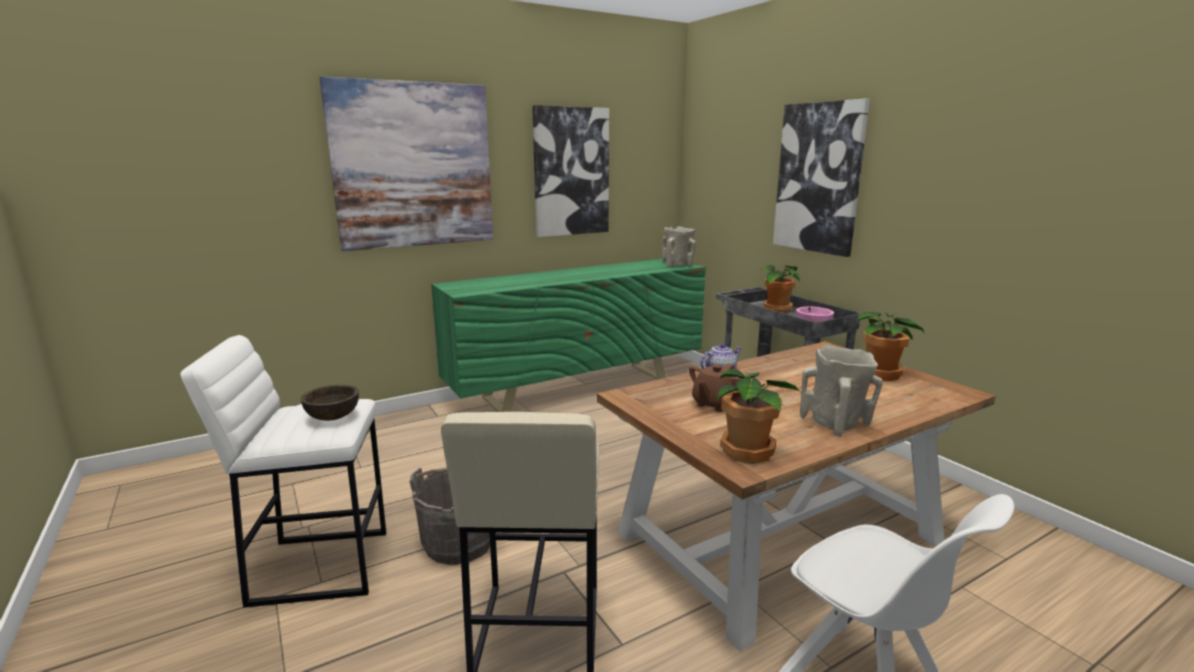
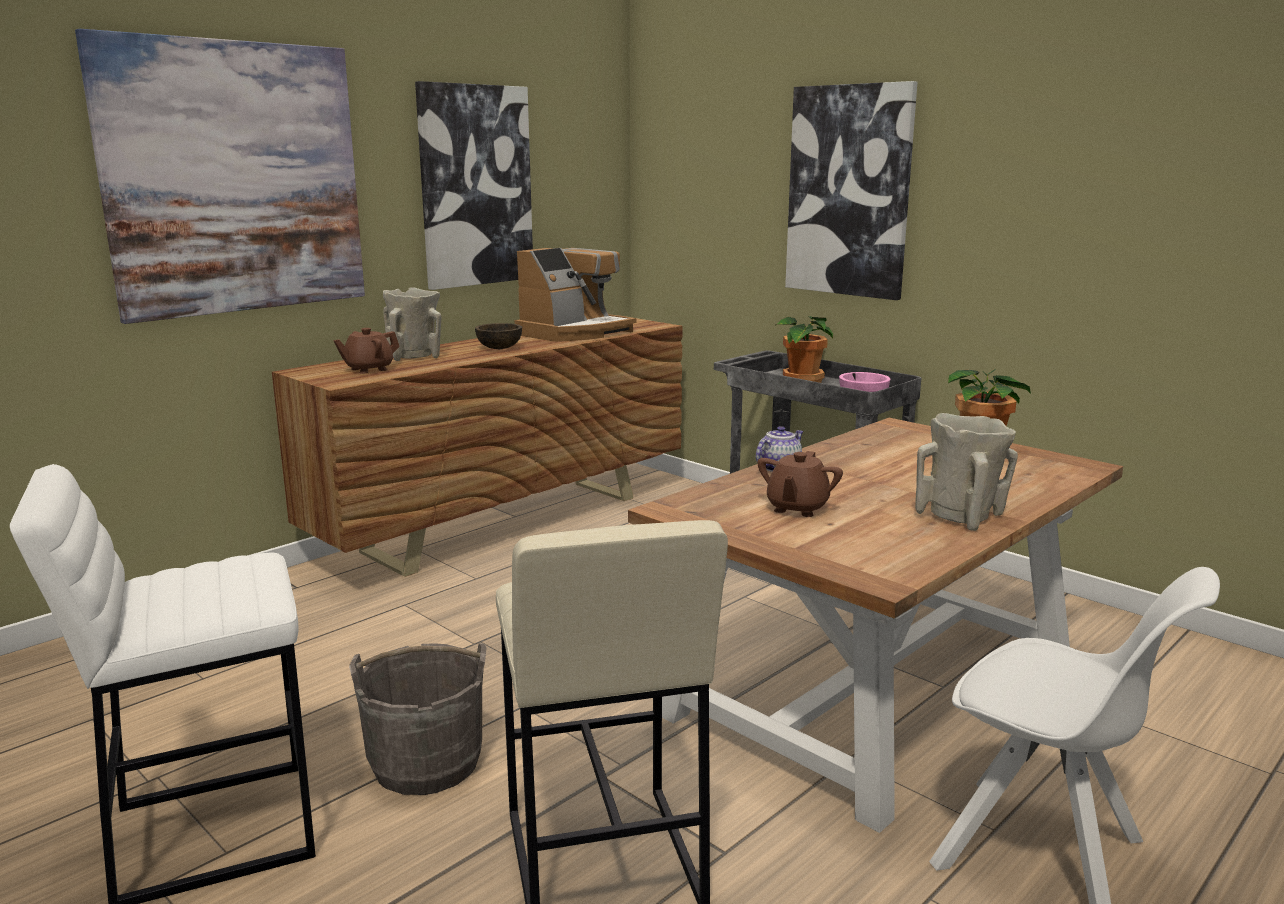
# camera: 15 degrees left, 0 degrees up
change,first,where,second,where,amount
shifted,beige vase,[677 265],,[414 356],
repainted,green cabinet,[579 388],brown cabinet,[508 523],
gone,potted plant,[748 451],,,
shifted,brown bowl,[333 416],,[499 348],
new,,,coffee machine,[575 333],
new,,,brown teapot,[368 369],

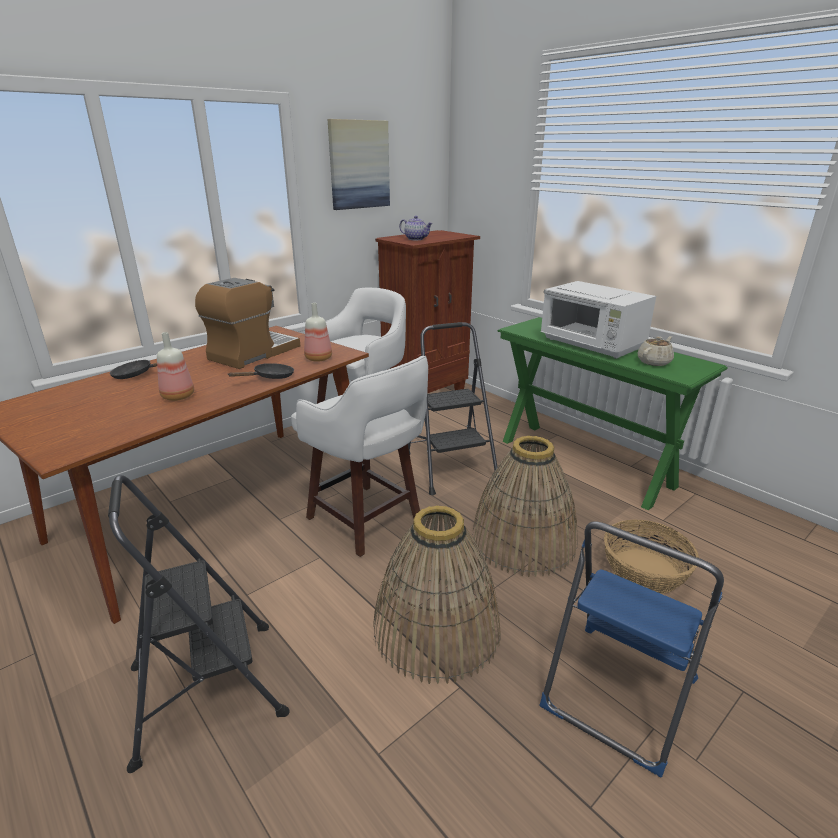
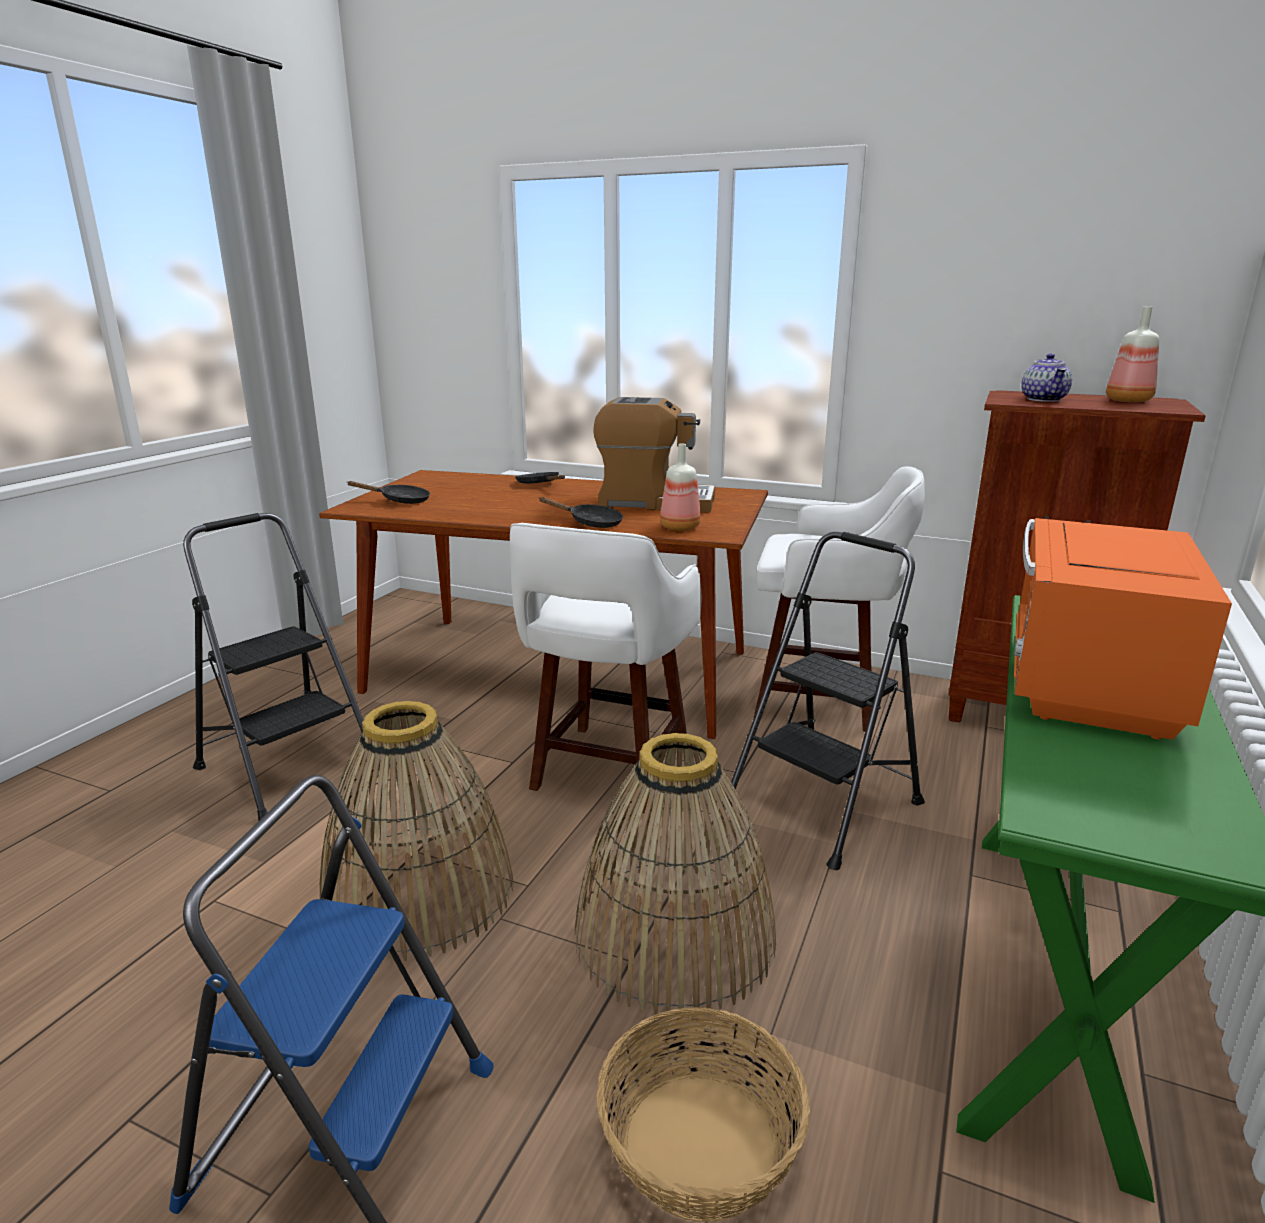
# camera: 65 degrees right, 5 degrees down
change,first,where,second,where,amount
gone,picture,[359 165],,,
repainted,white microwave,[592 345],orange microwave,[1087 684],
shifted,bottle,[179 396],,[1129 401],
gone,beige teapot,[654 362],,,
new,,,black frying pan,[400 501],

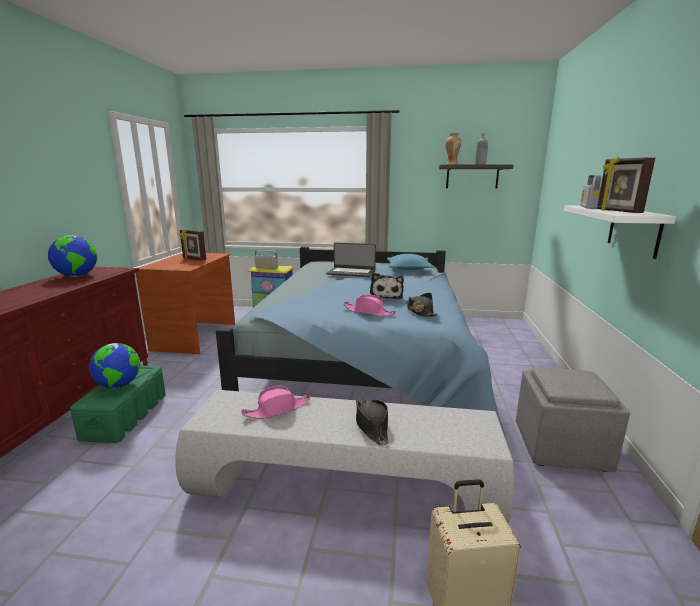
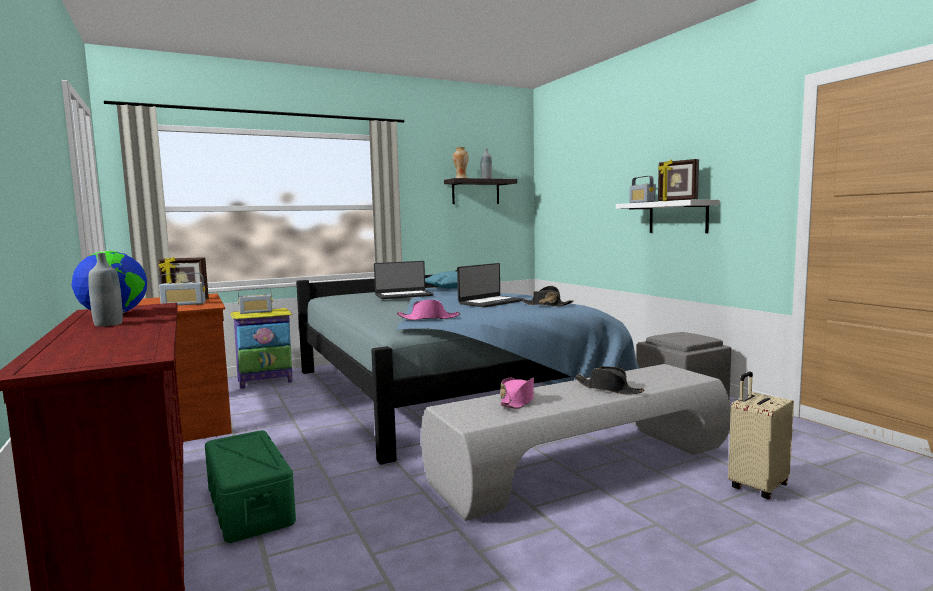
# camera: 35 degrees left, 10 degrees down
change,first,where,second,where,amount
swapped,plush toy,[386 296],laptop,[491 302],
shifted,pink hat,[369 312],,[429 318],
gone,globe,[119 385],,,
new,,,grey bottle,[108 324],
new,,,radio,[183 304],

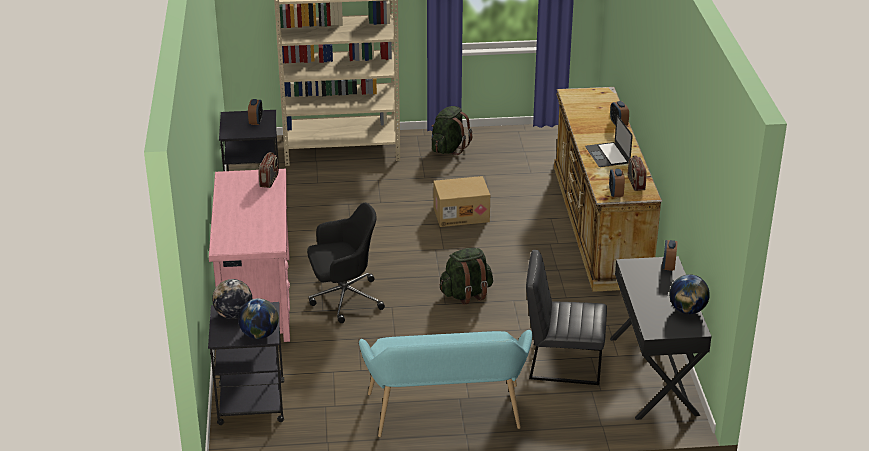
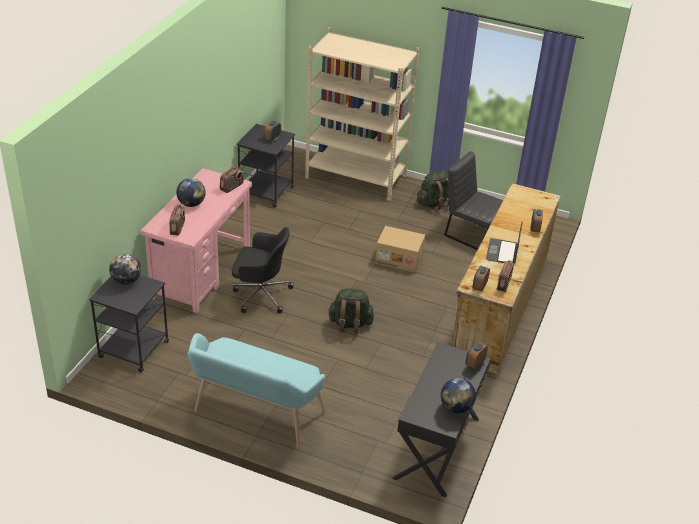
# camera: 25 degrees right, 5 degrees up
change,first,where,second,where,amount
shifted,grey chair,[563 363],,[472 234],
shifted,globe,[259 334],,[191 204],
new,,,radio,[177 228],

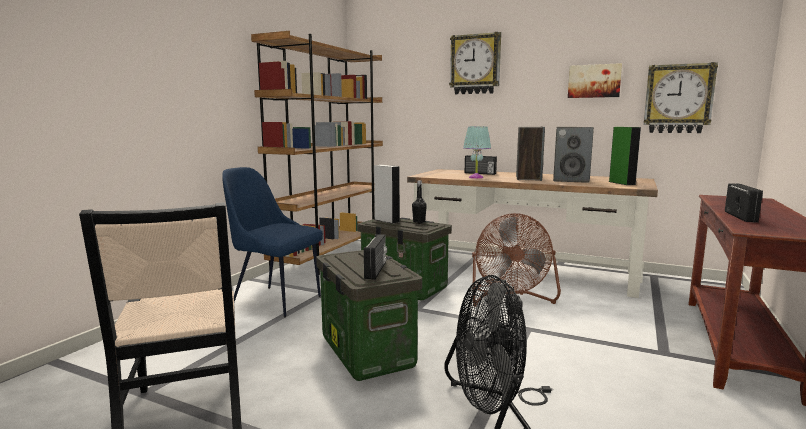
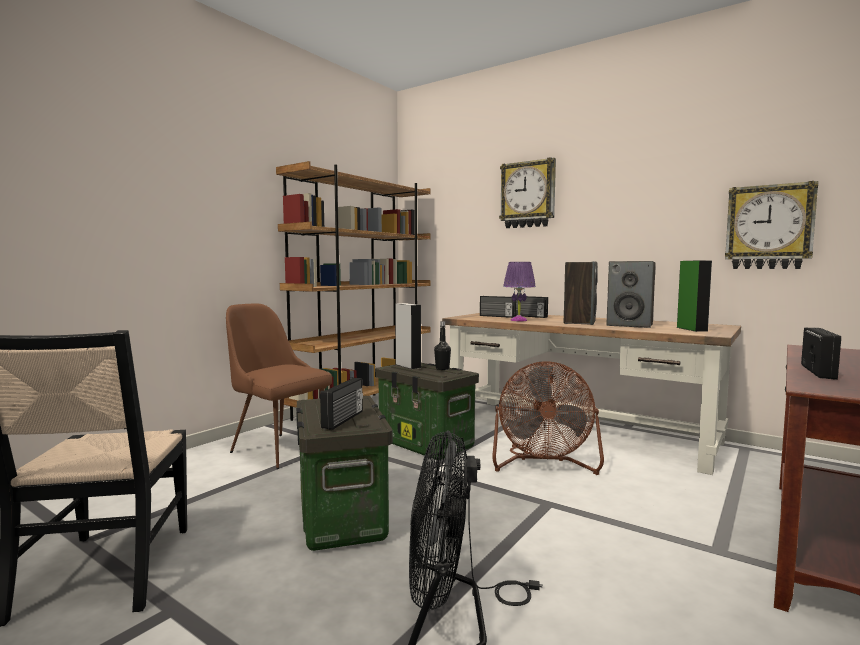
# camera: 10 degrees right, 5 degrees down
change,first,where,second,where,amount
gone,picture,[594 81],,,
repainted,turquoise table lamp,[476 177],purple table lamp,[518 320],
repainted,blue chair,[275 301],brown chair,[278 450],
new,,,radio,[497 316],

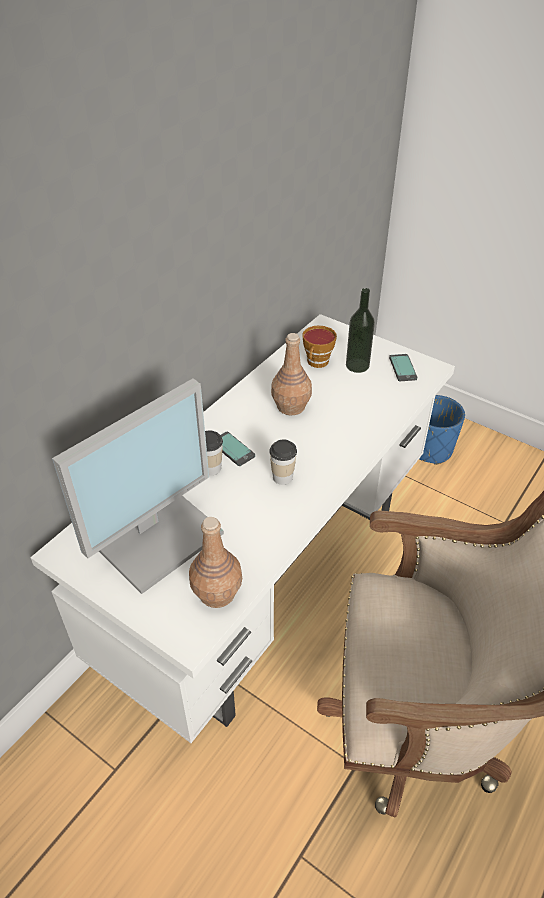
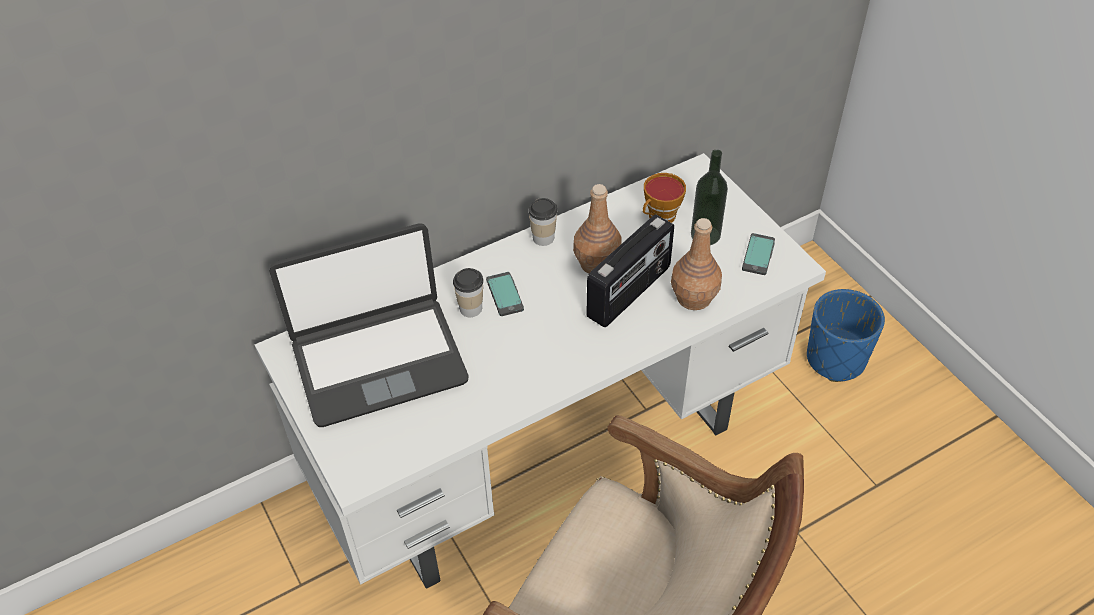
# camera: 25 degrees right, 5 degrees up
change,first,where,second,where,amount
swapped,monitor,[155 533],laptop,[378 361],
shifted,cup,[282 477],,[543 238],
shifted,brown bottle,[217 593],,[693 298],
new,,,radio,[630 293],

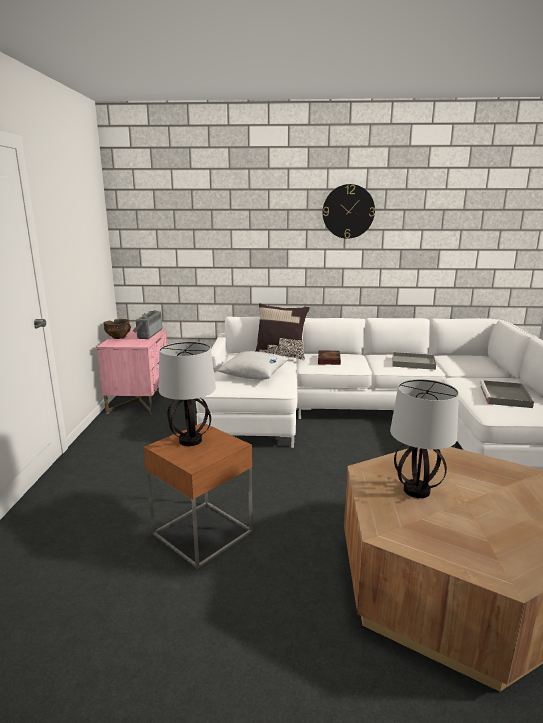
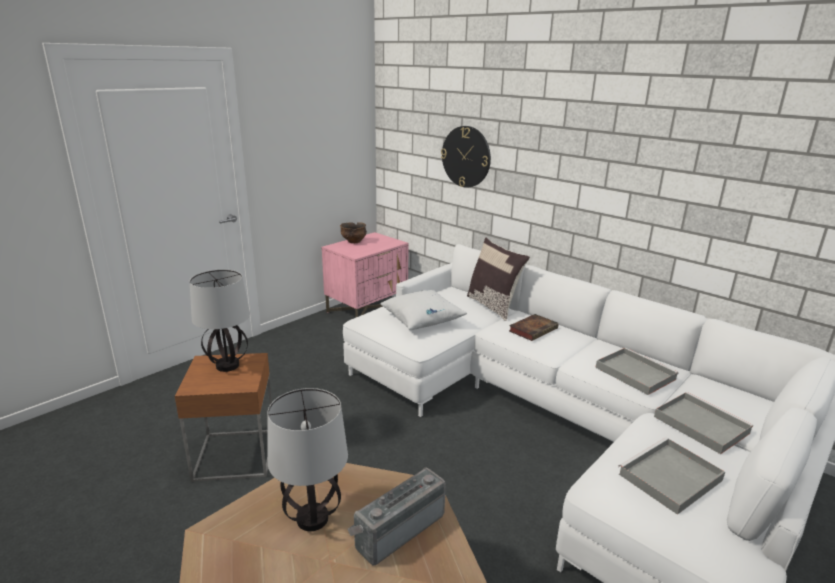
# camera: 40 degrees right, 5 degrees up
change,first,where,second,where,amount
shifted,wall clock,[348 211],,[466 157],
shifted,radio,[148 334],,[397 528],
new,,,grey tray,[699 424],

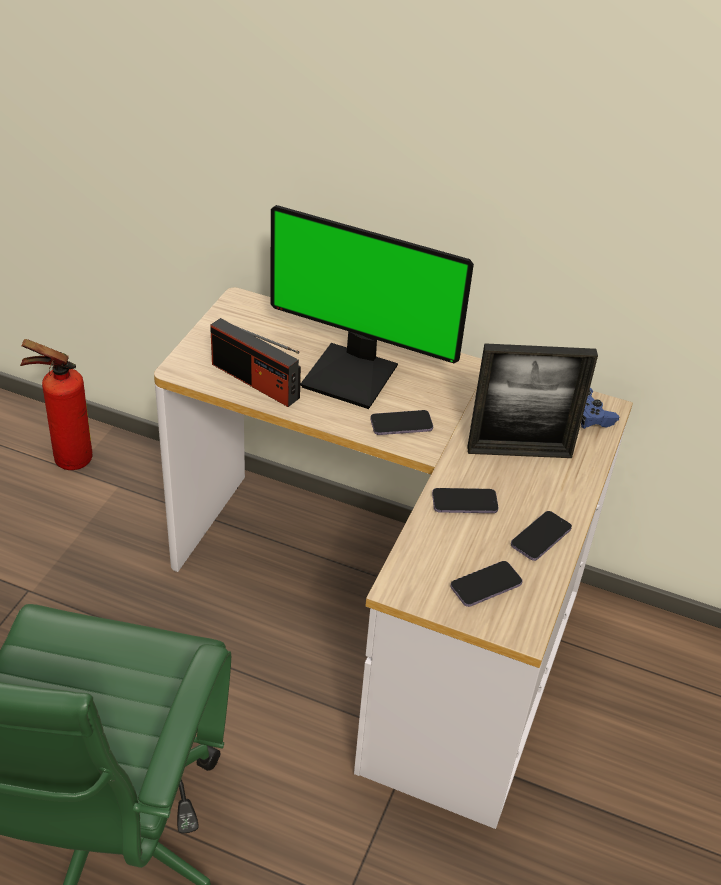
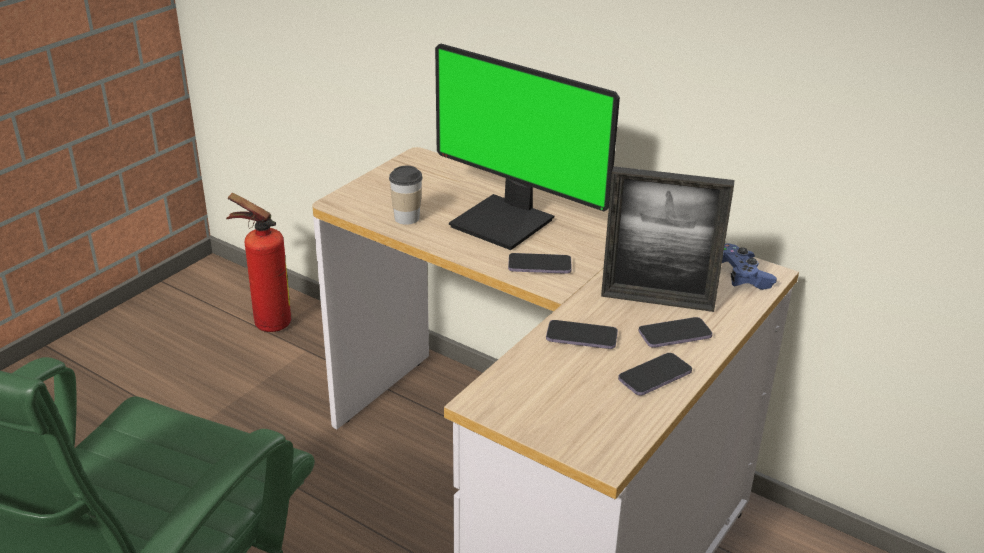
# camera: 15 degrees right, 10 degrees down
change,first,where,second,where,amount
swapped,radio,[255 381],cup,[407 218],
shifted,phone,[486 585],,[674 335],

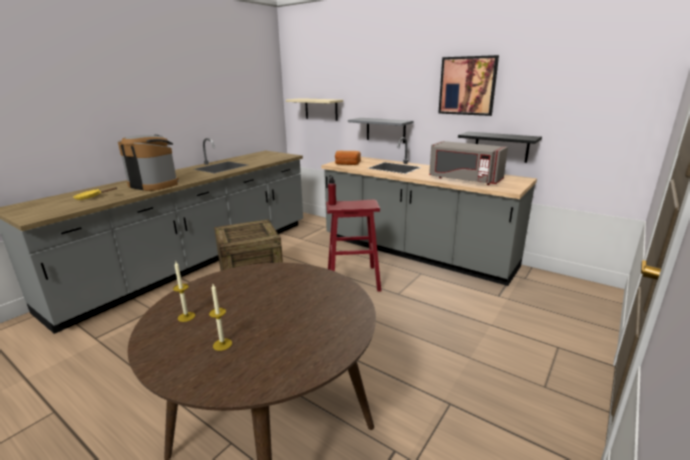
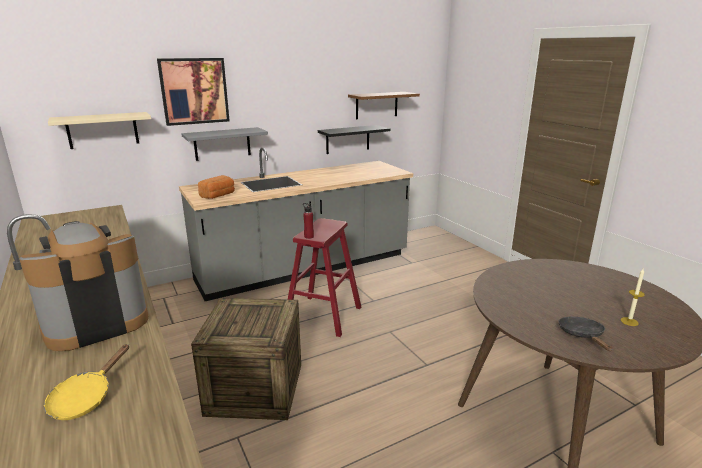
# camera: 65 degrees left, 0 degrees up
change,first,where,second,where,amount
shifted,picture,[467 86],,[194 91],
gone,grey microwave,[464 179],,,
swapped,candle,[186 317],black frying pan,[582 335],
new,,,brown shelf,[376 105],

